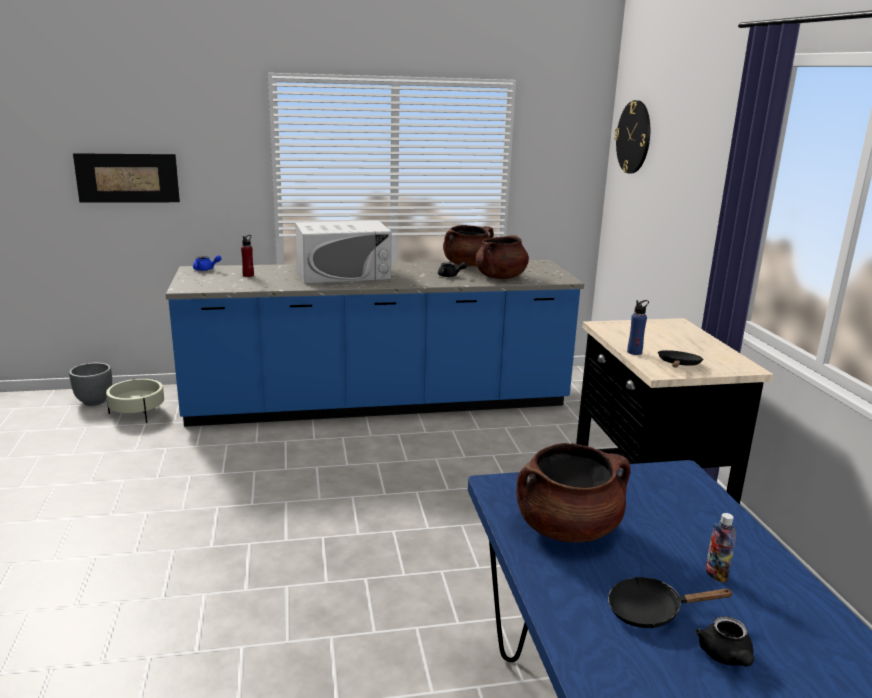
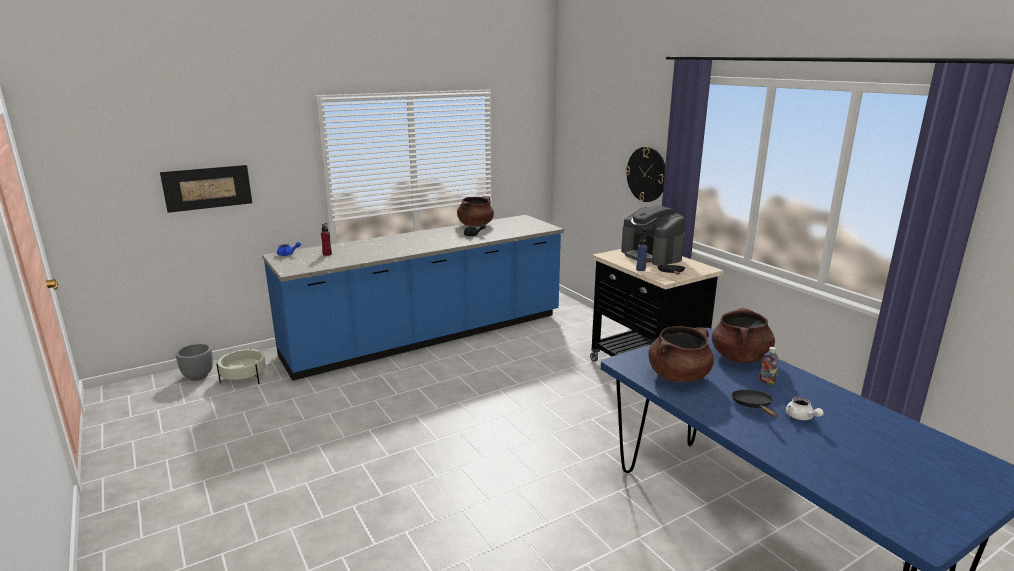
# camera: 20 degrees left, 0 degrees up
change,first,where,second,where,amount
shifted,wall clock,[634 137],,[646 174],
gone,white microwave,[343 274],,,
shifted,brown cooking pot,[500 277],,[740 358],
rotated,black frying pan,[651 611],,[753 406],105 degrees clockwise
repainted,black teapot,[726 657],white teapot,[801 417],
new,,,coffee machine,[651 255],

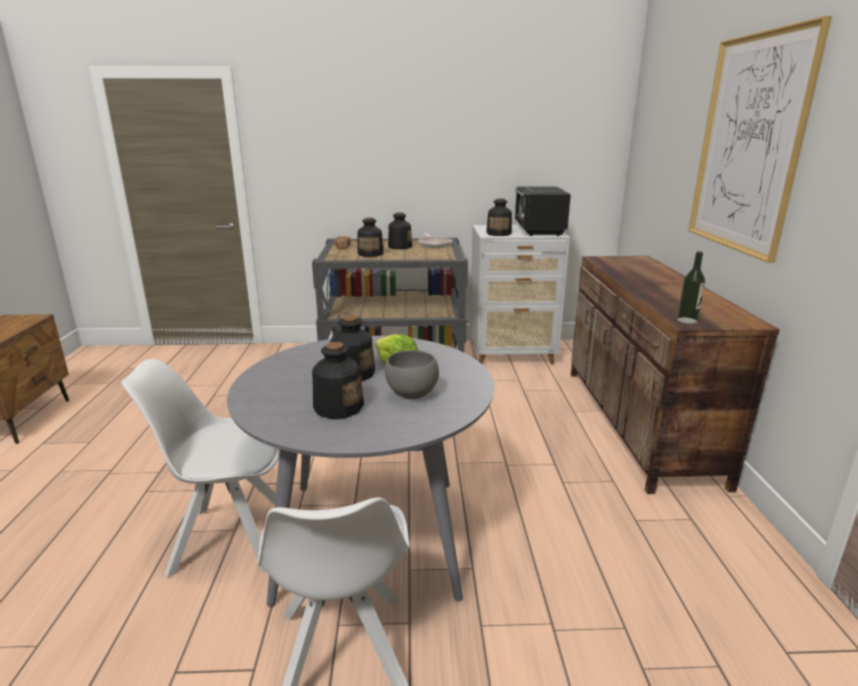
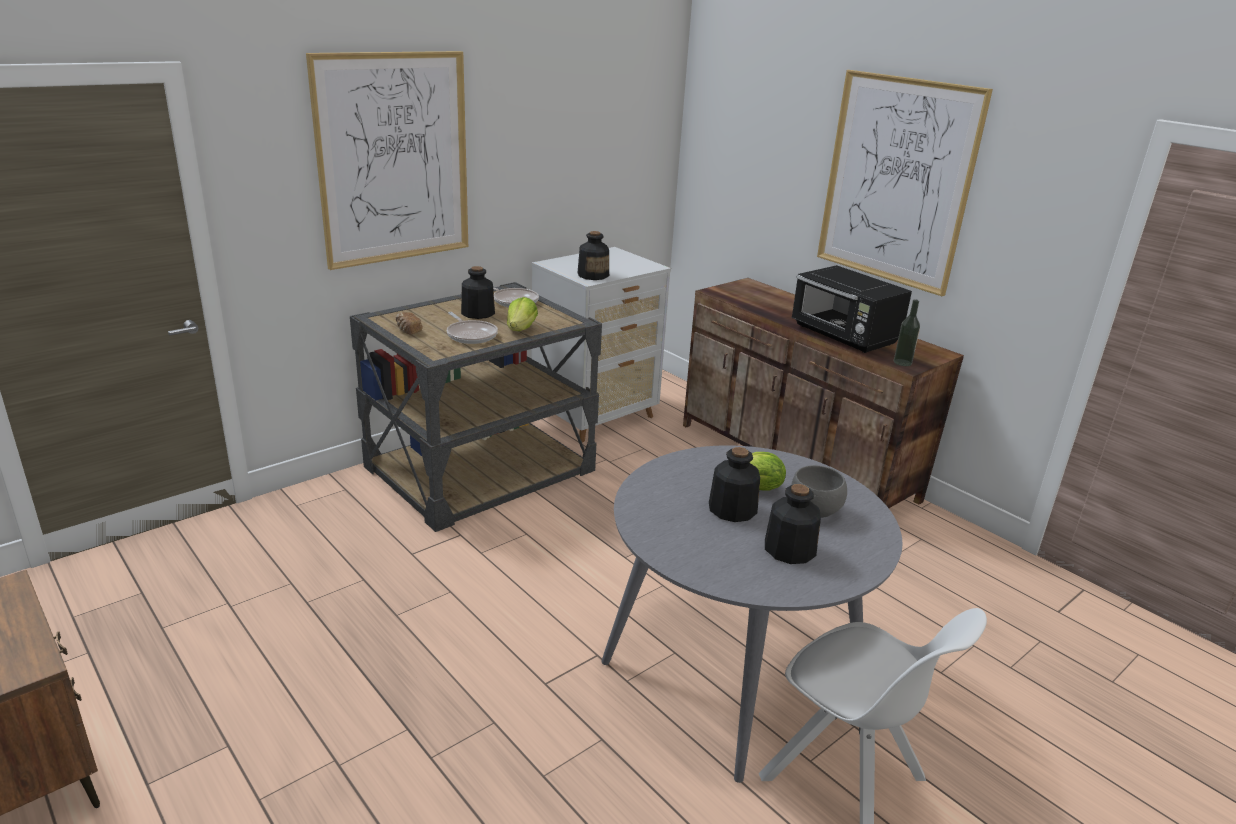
# camera: 40 degrees left, 5 degrees up
change,first,where,second,where,amount
shifted,black microwave,[538 230],,[844 336],
swapped,bottle,[370 254],frying pan,[471 335],
gone,white chair,[229 538],,,
new,,,picture,[394 159],
new,,,lettuce,[521 329],

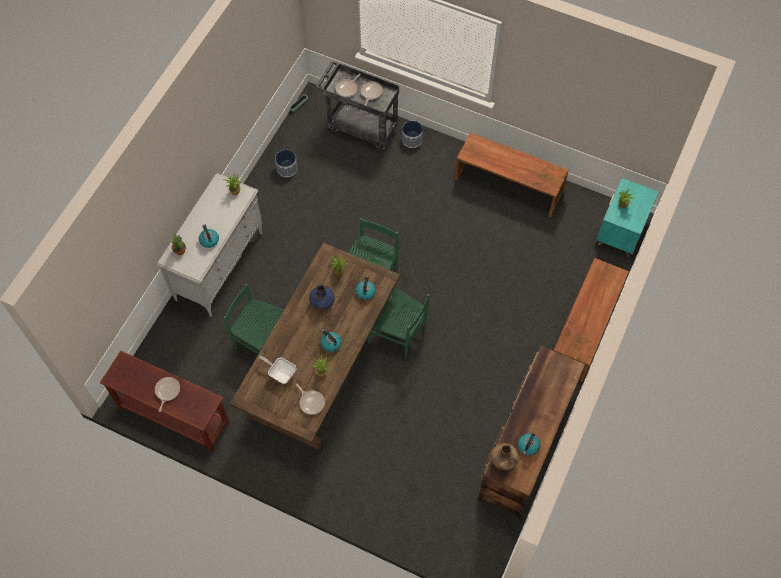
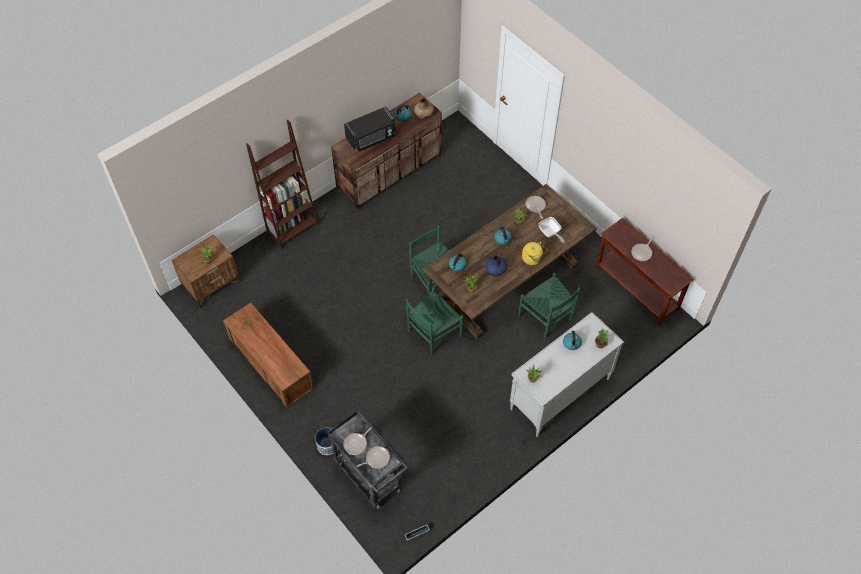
# camera: 155 degrees left, 5 degrees down
change,first,where,second,where,amount
gone,planter,[286 169],,,
repainted,turquoise nightstand,[620 234],brown nightstand,[211 285],
swapped,brown bench,[585 329],brown bookcase,[292 228],
new,,,black microwave,[371 138],
new,,,yellow kettle,[533 259],

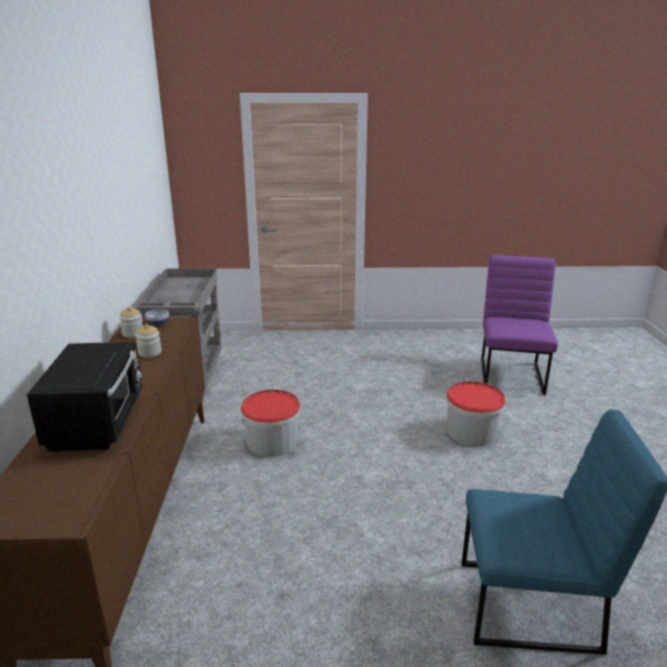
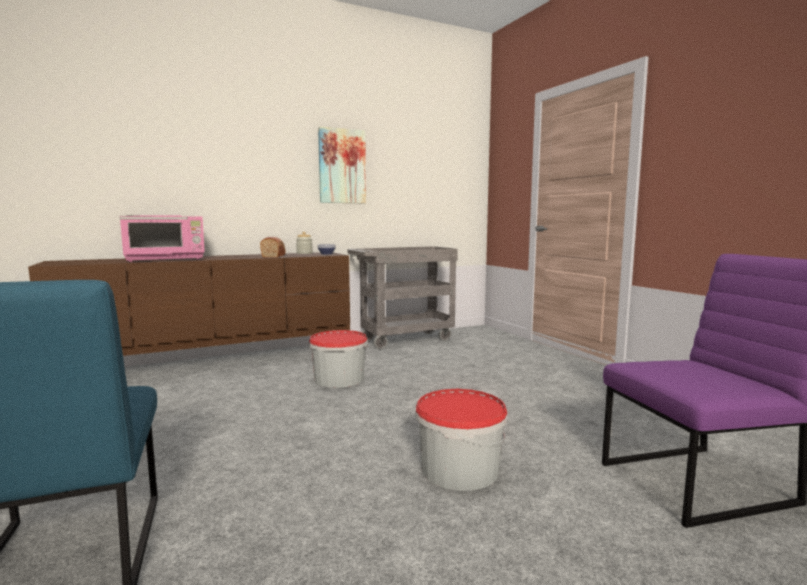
# camera: 65 degrees right, 15 degrees down
change,first,where,second,where,amount
swapped,jar,[150 353],bread,[274 256],
repainted,black microwave,[99 422],pink microwave,[165 259],
new,,,picture,[342 166],

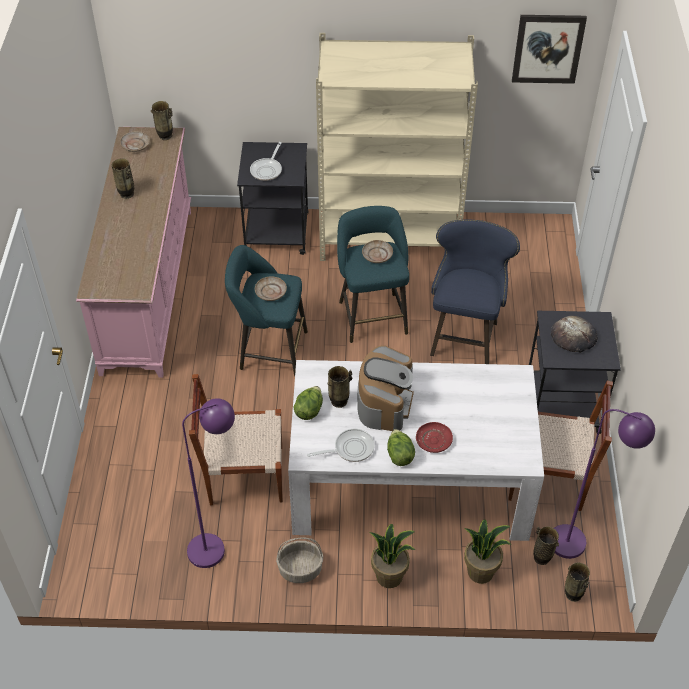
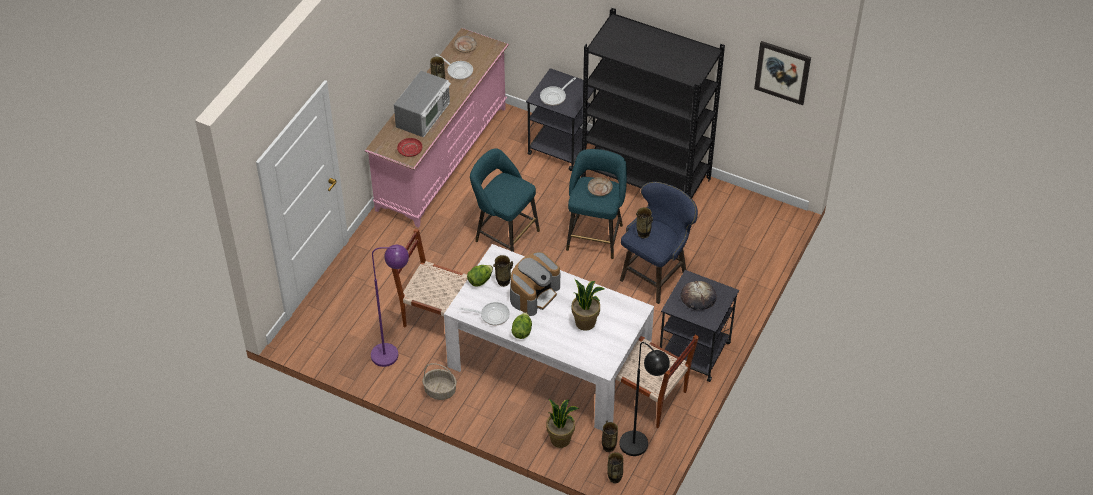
# camera: 25 degrees right, 0 degrees up
change,first,where,second,where,amount
repainted,beige bookcase,[389 237],black bookcase,[646 179],
shifted,vase,[165 136],,[643 234],
gone,beige plate,[271 292],,,
repainted,purple floor lamp,[578 547],black floor lamp,[639 450],
shifted,red plate,[434 441],,[410 150],
shifted,potted plant,[389 576],,[585 322],
new,,,frying pan,[458 71],
new,,,microwave,[424 115],

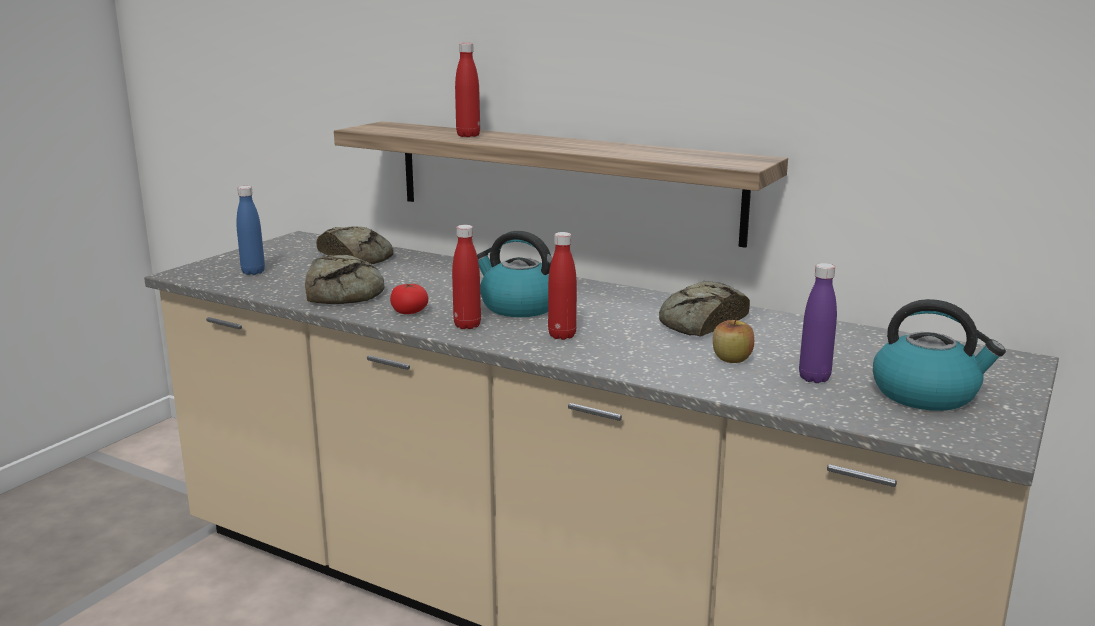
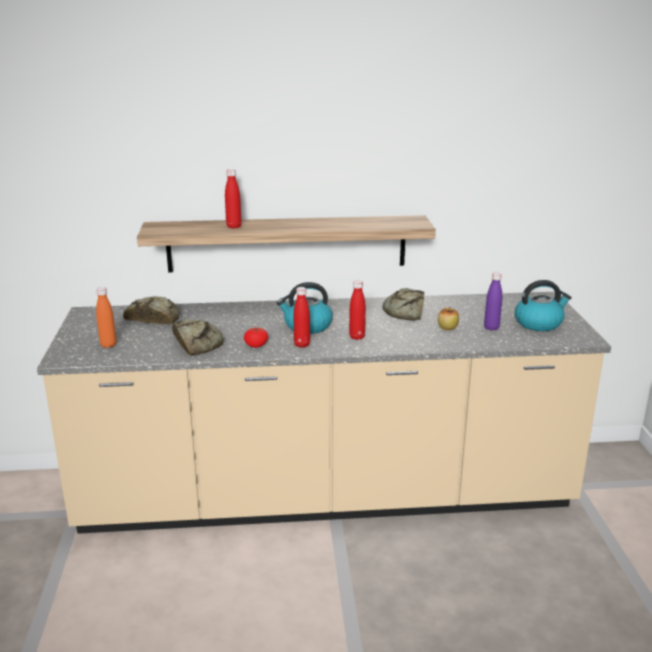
# camera: 35 degrees left, 5 degrees up
change,first,where,second,where,amount
repainted,blue bottle,[253 272],orange bottle,[108 345],

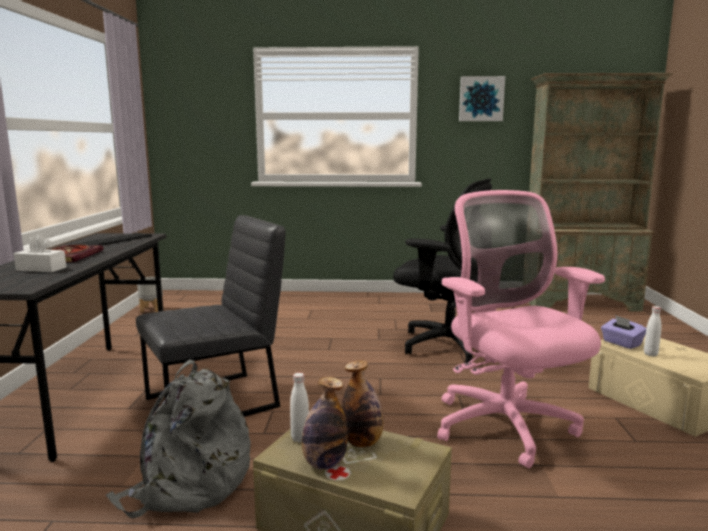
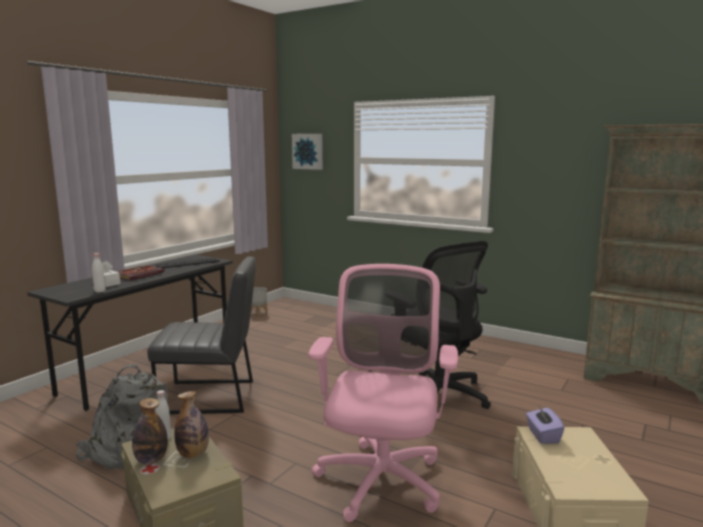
# camera: 30 degrees right, 0 degrees up
change,first,where,second,where,amount
shifted,picture,[481 99],,[308 151],
shifted,white bottle,[650 354],,[100 291],

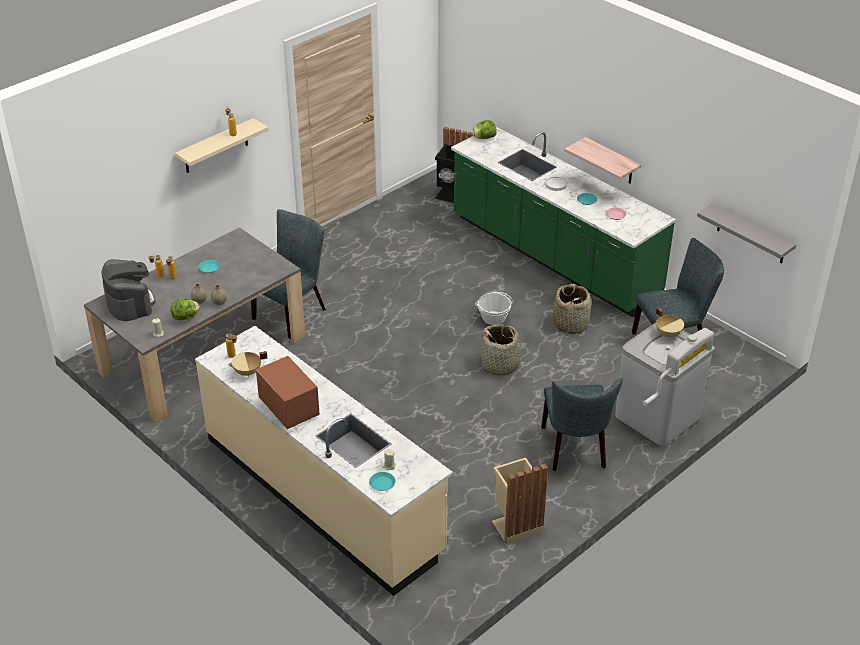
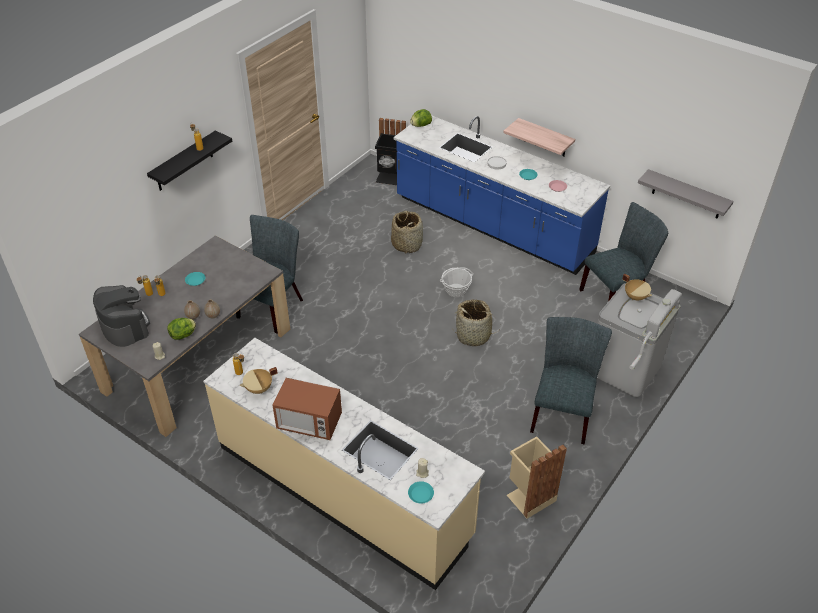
# camera: 10 degrees left, 5 degrees up
change,first,where,second,where,amount
repainted,beige shelf,[216 146],black shelf,[184 162],
repainted,green counter,[553 257],blue counter,[492 226],
shifted,basket,[570 323],,[407 244],
rotated,microwave,[289 408],,[309 423],150 degrees clockwise
rotated,grey chair,[575 450],,[562 412],150 degrees counterclockwise

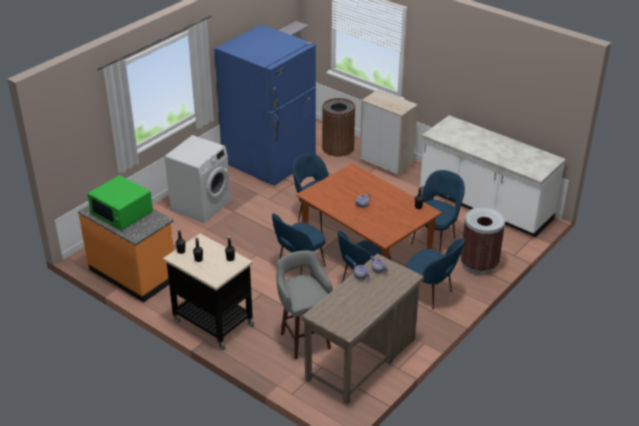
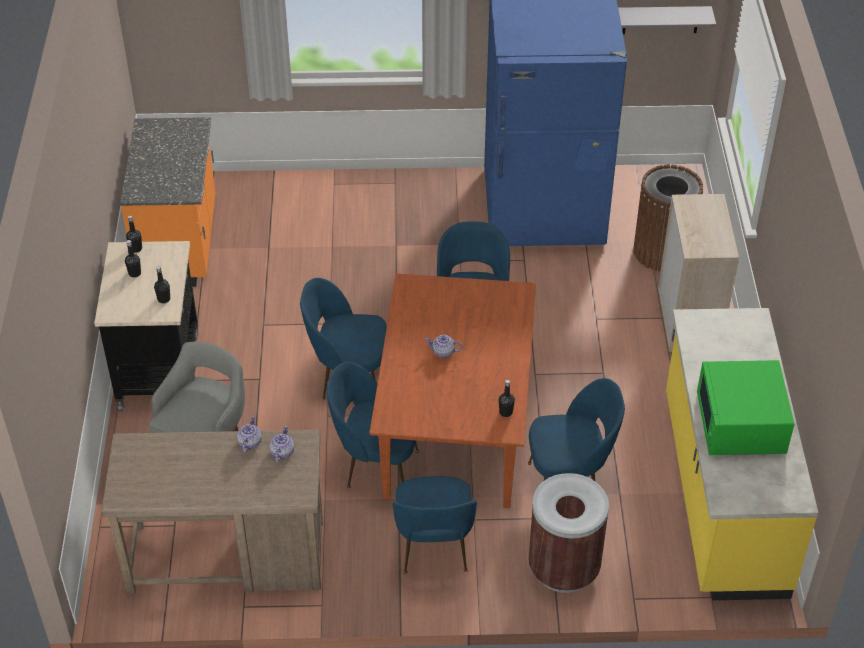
# camera: 50 degrees right, 10 degrees up
change,first,where,second,where,amount
repainted,white counter,[485 205],yellow counter,[722 494],
gone,white washing machine,[201 205],,,
shifted,green microwave,[122 213],,[740 424],

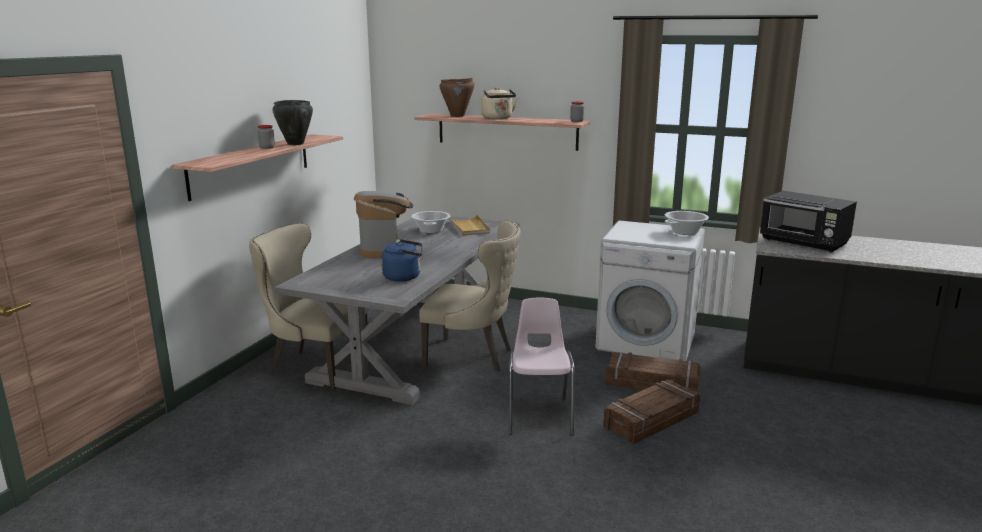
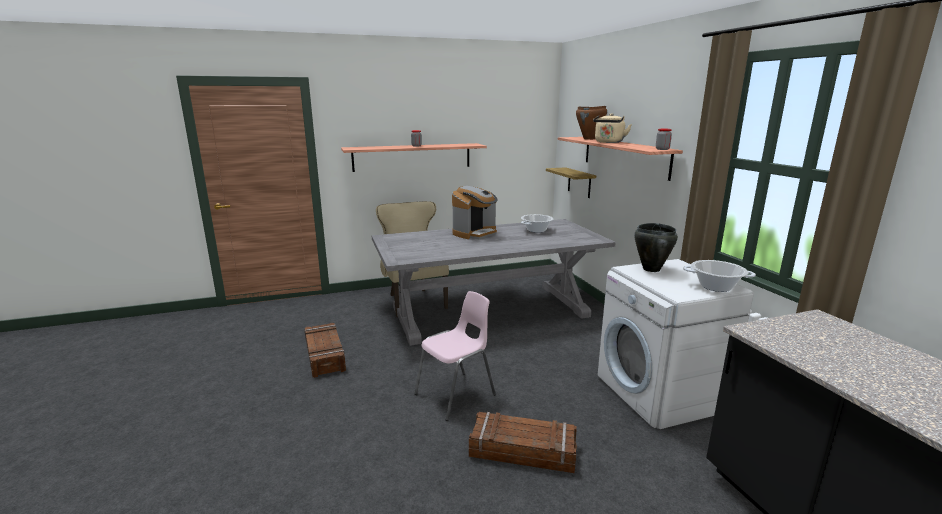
# camera: 50 degrees right, 0 degrees up
change,first,where,second,where,amount
shifted,black cooking pot,[295 144],,[651 269],
gone,black microwave,[804 243],,,
gone,beige tray,[469 227],,,
gone,beige chair,[472 356],,,
gone,blue kettle,[404 277],,,
shifted,crate,[651 383],,[324 355],
new,,,shelf,[579 182],

